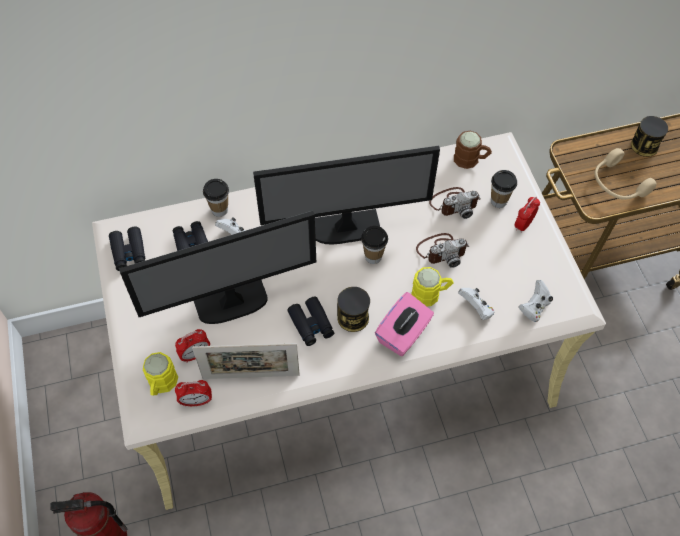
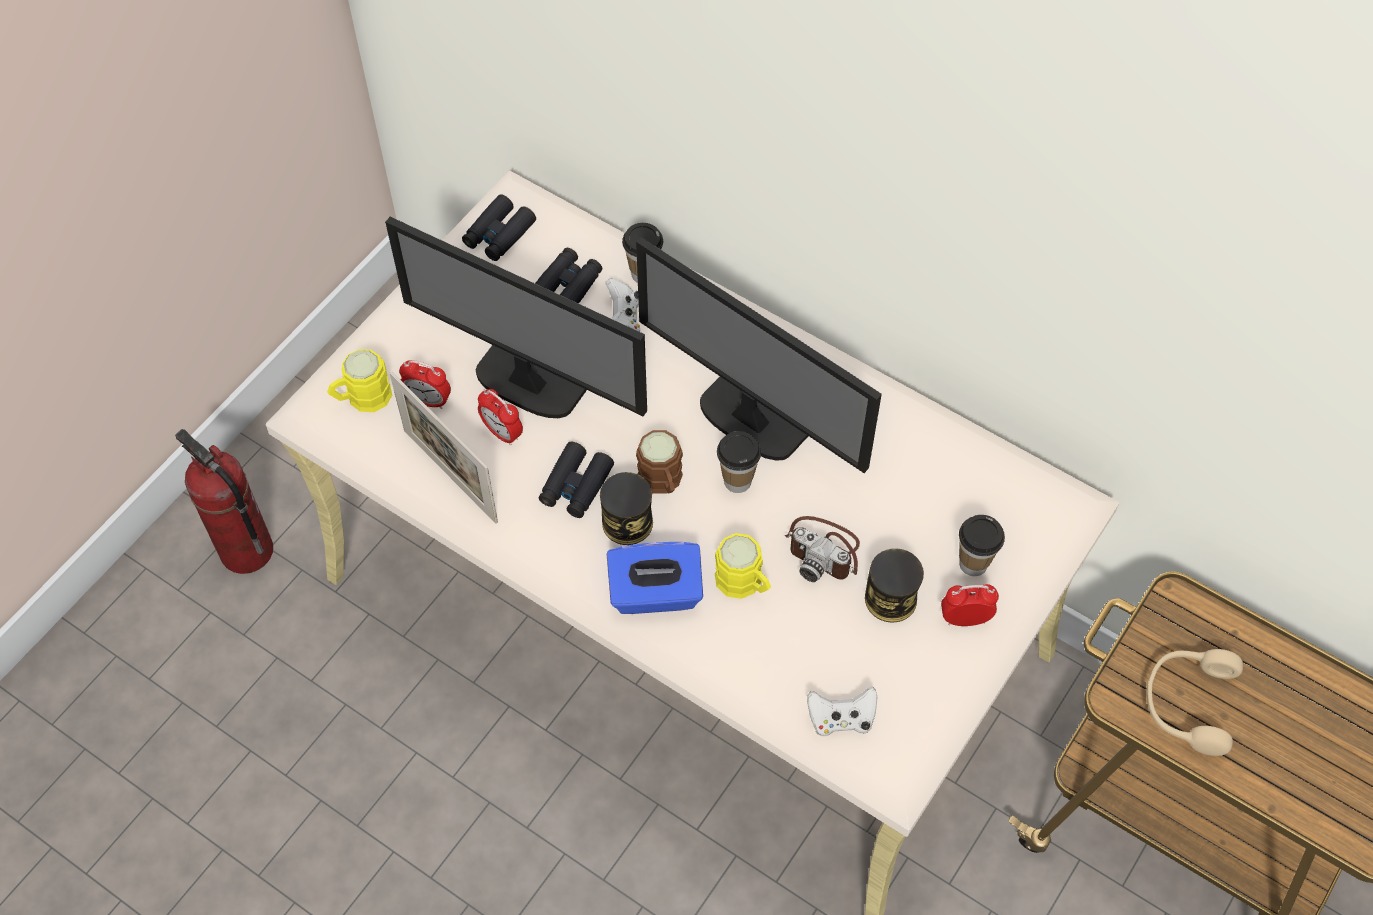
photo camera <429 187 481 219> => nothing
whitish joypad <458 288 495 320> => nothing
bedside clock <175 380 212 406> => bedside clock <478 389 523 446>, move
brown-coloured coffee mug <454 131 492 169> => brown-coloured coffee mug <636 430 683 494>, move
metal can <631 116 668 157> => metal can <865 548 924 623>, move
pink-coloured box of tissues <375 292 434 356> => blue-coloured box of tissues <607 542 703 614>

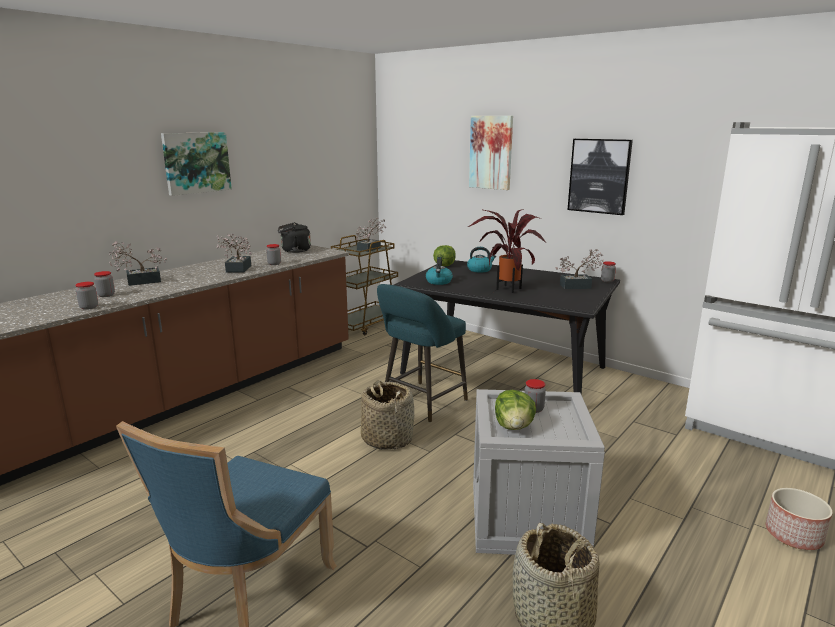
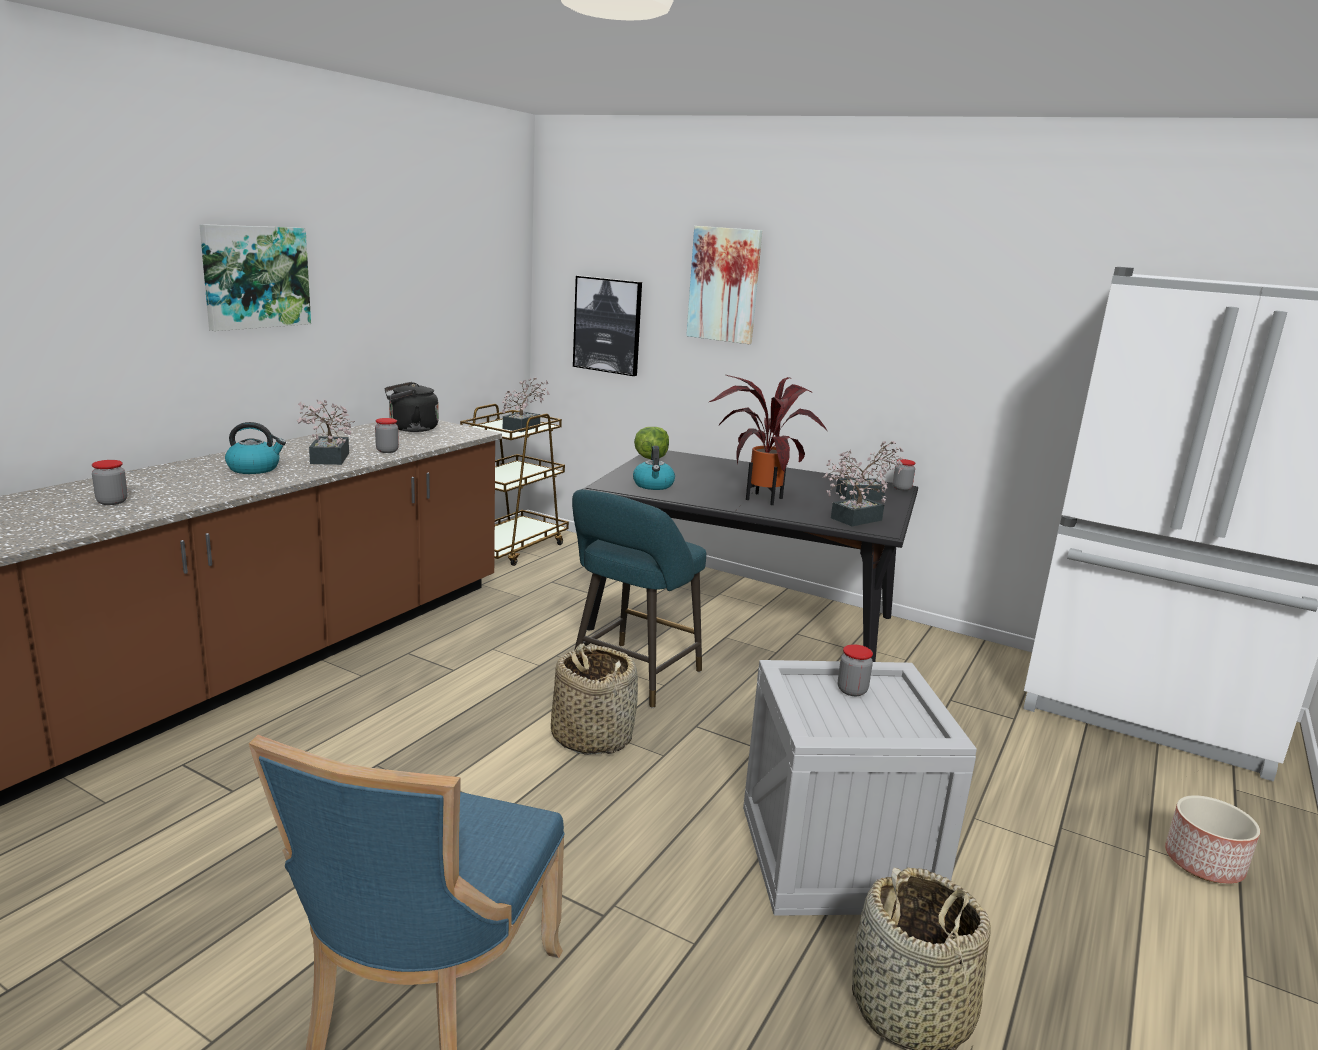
preserve jar <75 282 98 310> => nothing
lettuce head <495 390 536 430> => nothing
potted plant <109 241 167 286> => potted plant <823 459 888 526>, move
tea kettle <467 247 496 273> => tea kettle <225 422 286 474>, move
wall art <568 139 633 215> => wall art <573 276 642 376>, move

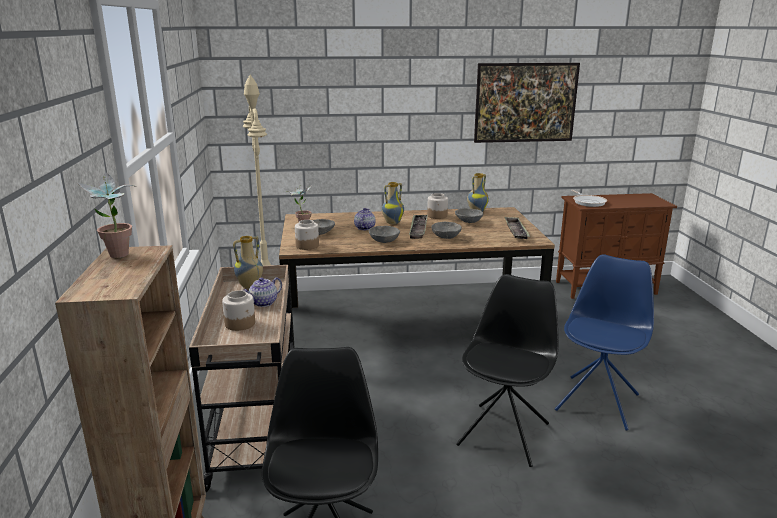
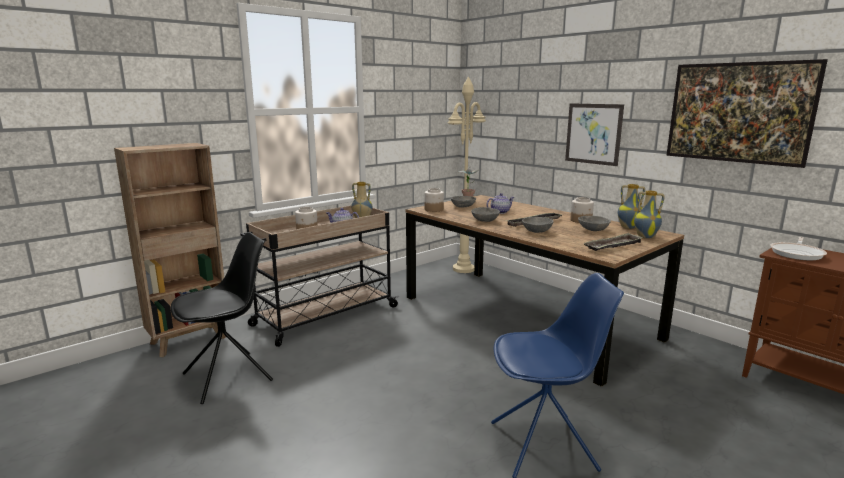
potted plant <77 171 136 258> => nothing
black plain chair <456 274 559 467> => nothing
nothing => wall art <565 103 624 166>
flower vase <382 182 404 224> => flower vase <634 191 665 238>, move

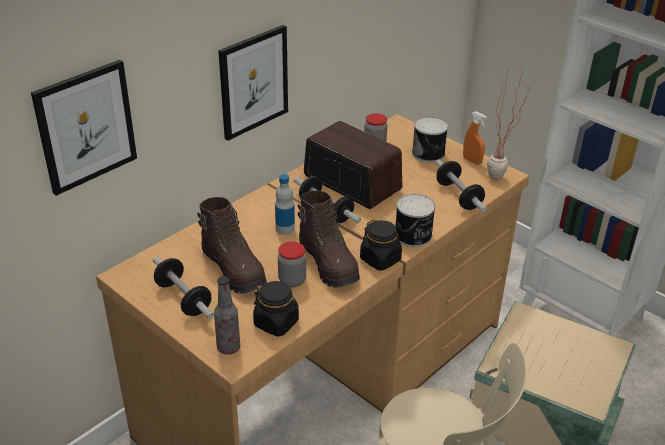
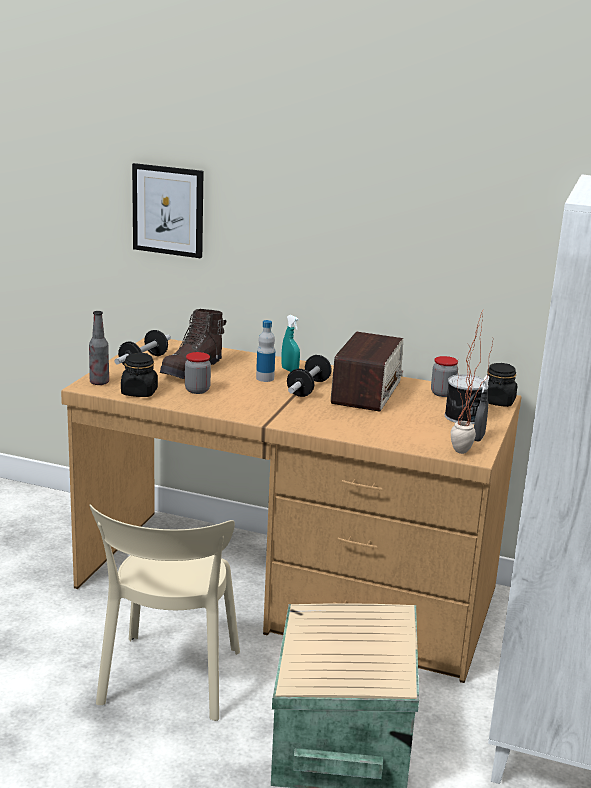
wall art <218 25 288 141> => nothing
brown-coloured boot <298 190 360 288> => nothing
metal can <395 194 435 247> => nothing
hand weight <436 160 487 212> => nothing
nothing => turquoise hand sprayer <281 315 300 372>
black preserve jar <360 220 402 271> => black preserve jar <487 363 517 407>, move
orangey hand sprayer <463 111 487 165> => grey hand sprayer <474 375 490 442>

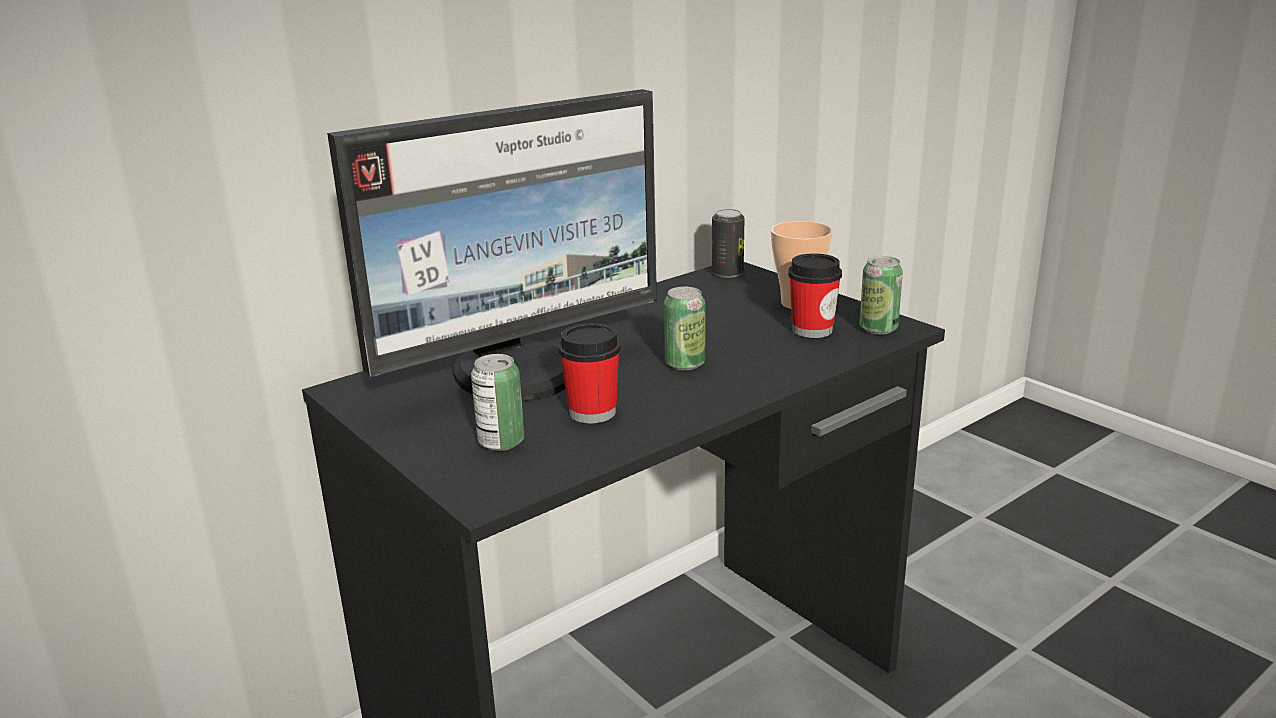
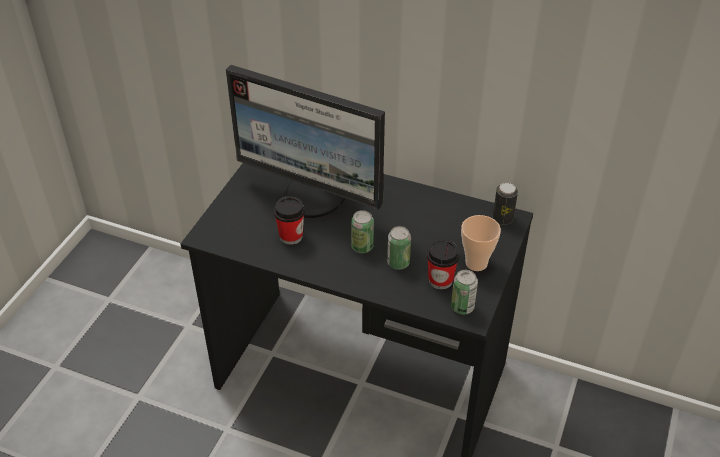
metal can <471 354 525 451> => metal can <387 226 411 270>, move

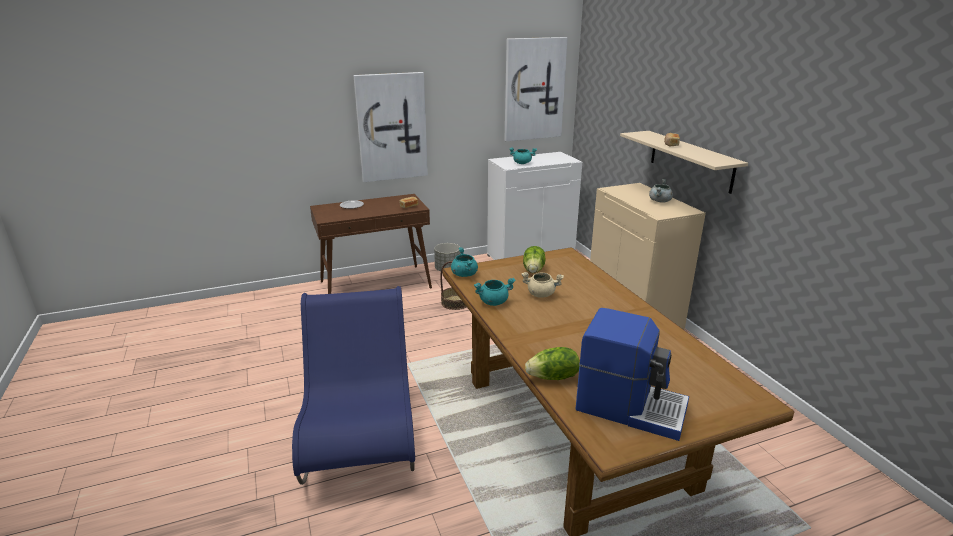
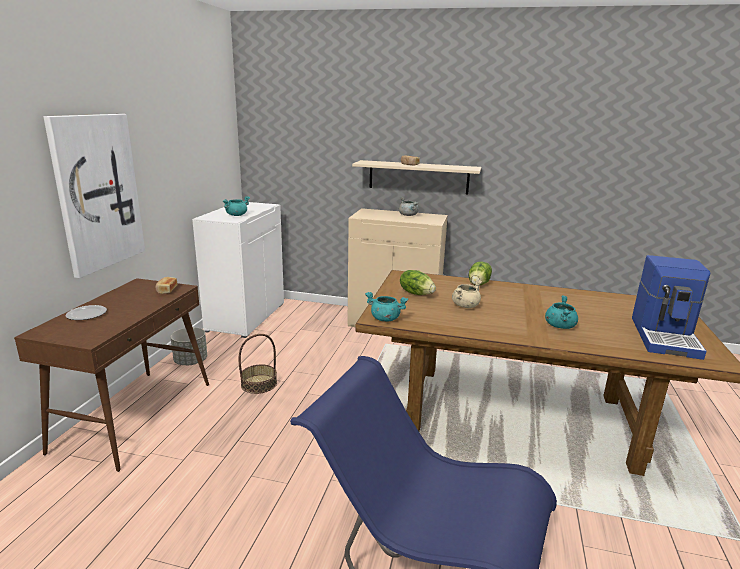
wall art <504 37 568 141> => nothing
turquoise cooking pot <474 278 515 306> => turquoise cooking pot <545 295 578 329>, move
lettuce head <525 347 580 380> => lettuce head <469 262 492 285>, move
coffee machine <576 308 689 441> => coffee machine <632 255 710 360>, 135 degrees clockwise

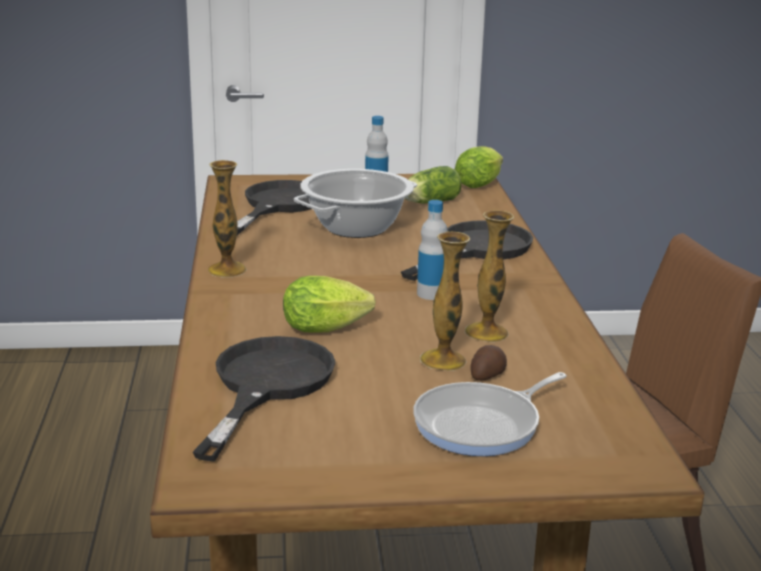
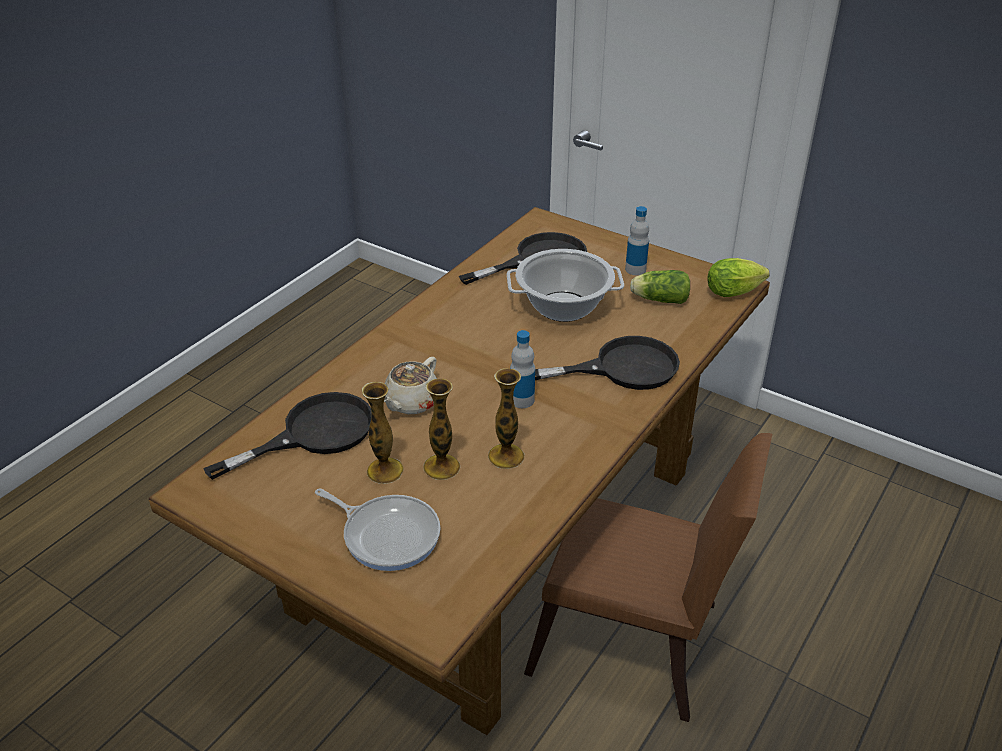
potato <470 345 507 381> => nothing
flower vase <208 160 247 278> => flower vase <362 382 404 484>, move
lettuce head <283 276 376 333> => sand-coloured teapot <384 357 437 414>
frying pan <413 372 567 456> => frying pan <315 489 441 571>, 150 degrees counterclockwise

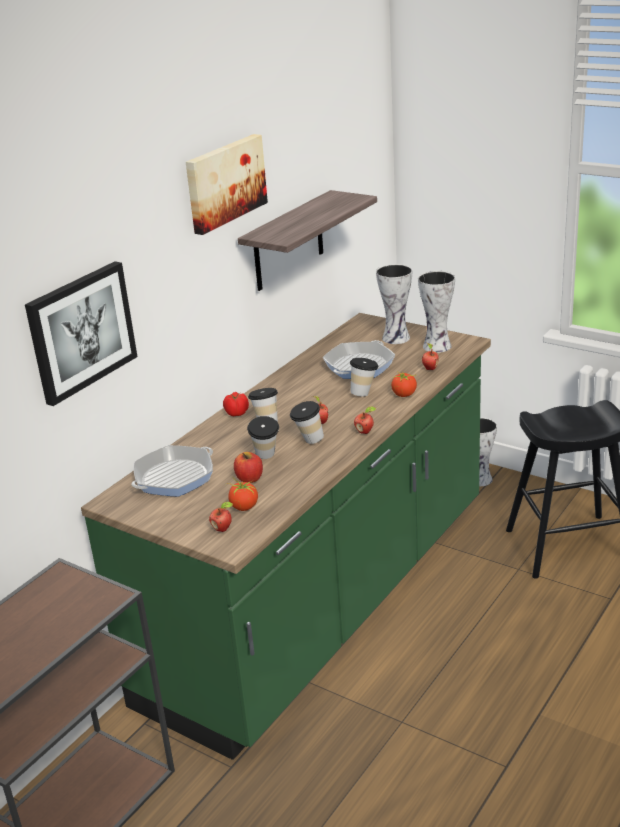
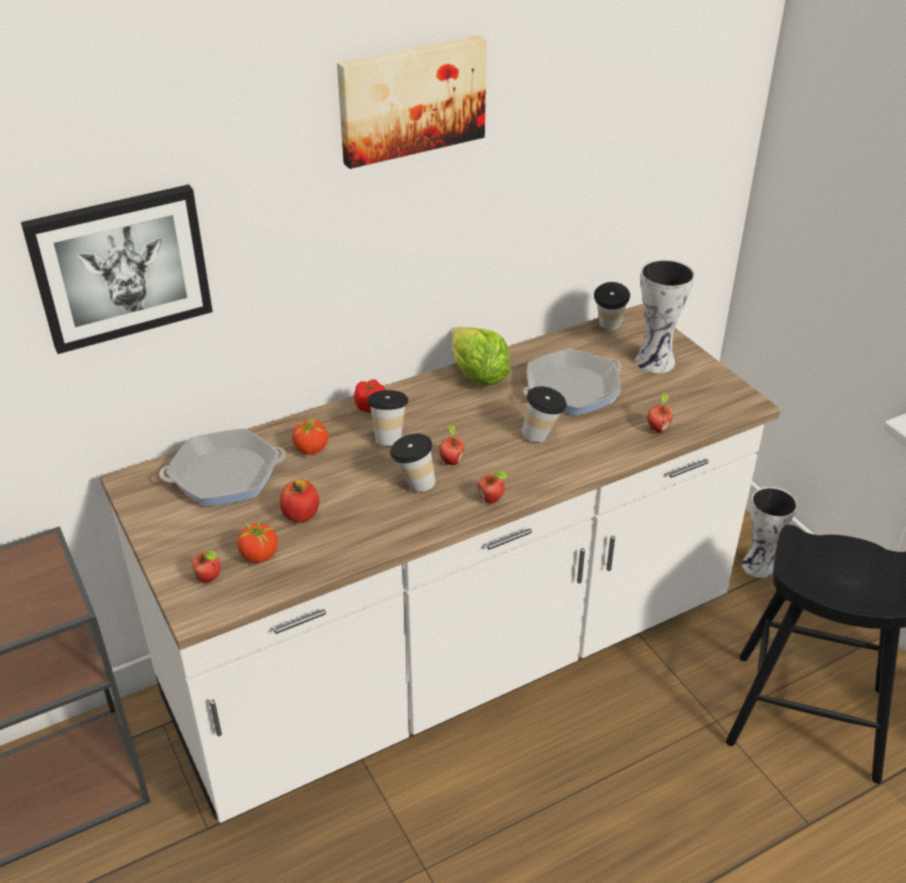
wall shelf <238 190 377 291> => nothing
flower vase <418 271 455 353> => nothing
nothing => lettuce head <452 327 510 386>
small cup <247 416 279 459> => small cup <594 282 630 330>, move
whole tomato <391 371 417 397> => whole tomato <292 415 328 455>, move
green kitchen base unit <81 313 491 760> => whitish kitchen base unit <100 304 781 823>

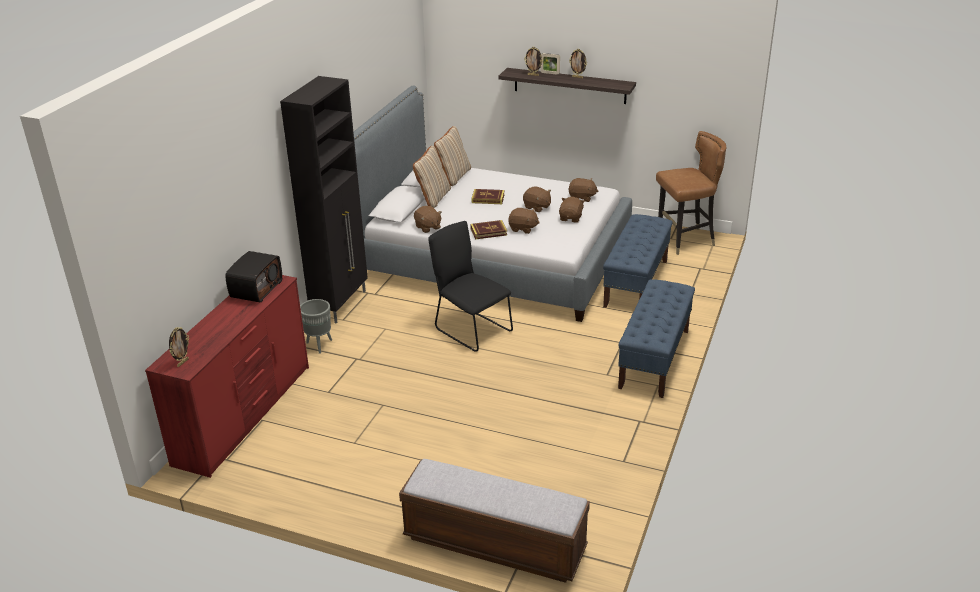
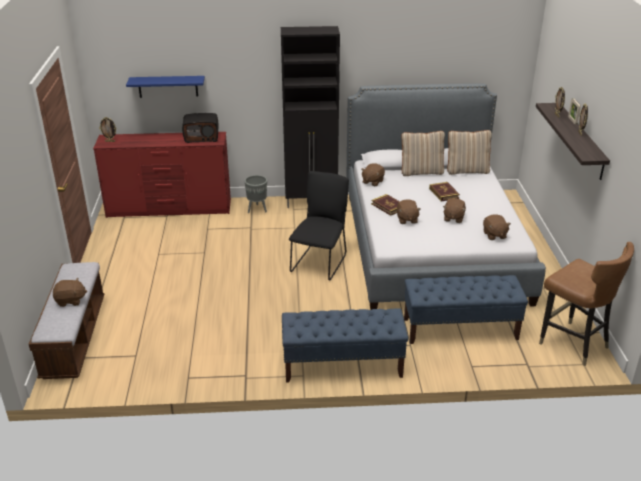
nothing => blue-coloured wall shelf <126 76 205 98>
brown-coloured cuddly toy <559 197 585 223> => brown-coloured cuddly toy <53 278 87 307>, move

